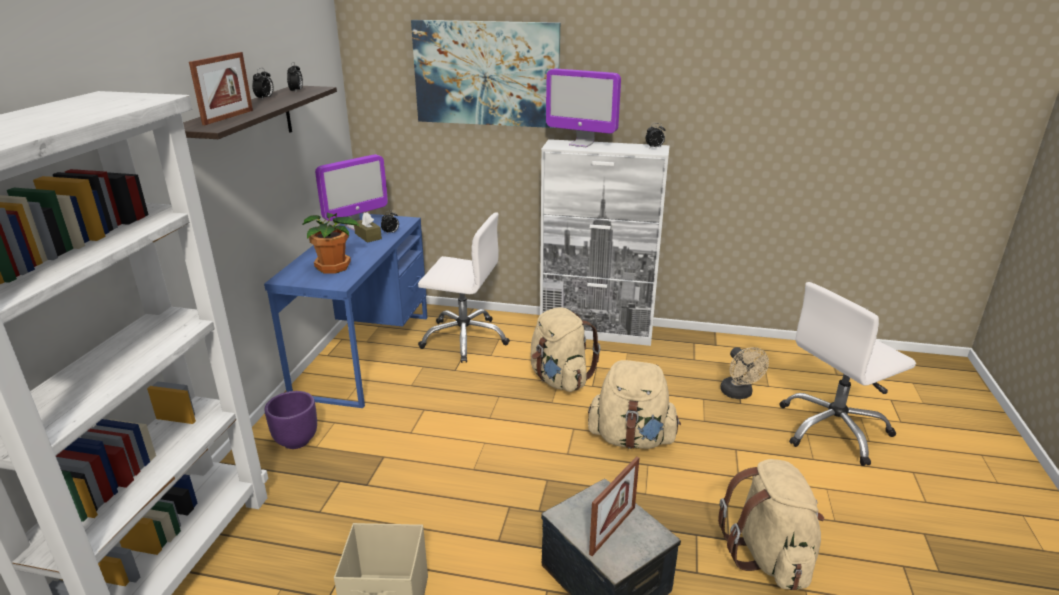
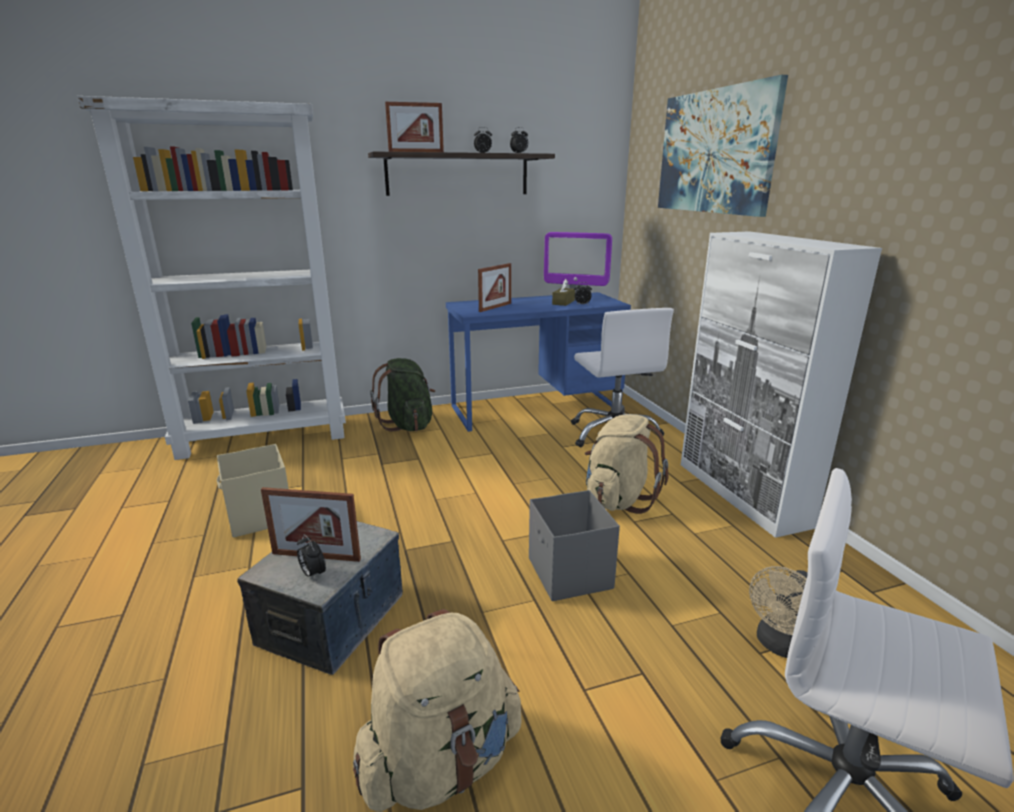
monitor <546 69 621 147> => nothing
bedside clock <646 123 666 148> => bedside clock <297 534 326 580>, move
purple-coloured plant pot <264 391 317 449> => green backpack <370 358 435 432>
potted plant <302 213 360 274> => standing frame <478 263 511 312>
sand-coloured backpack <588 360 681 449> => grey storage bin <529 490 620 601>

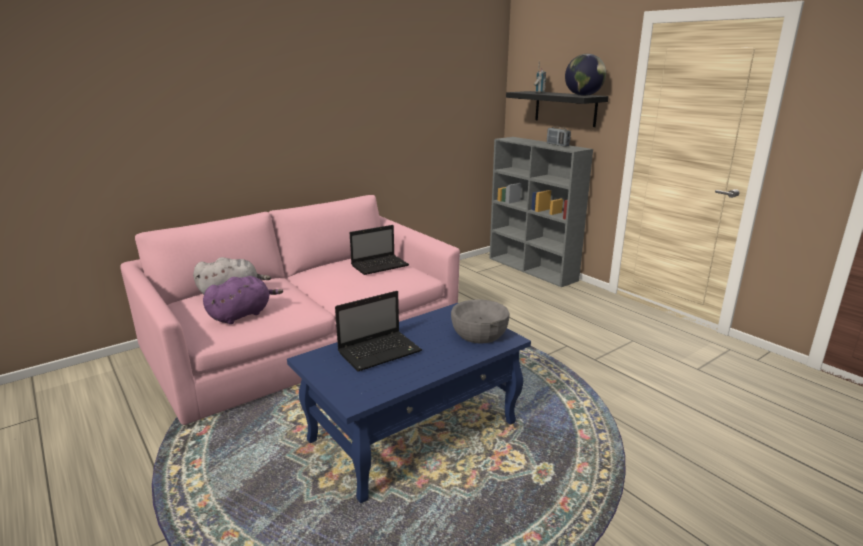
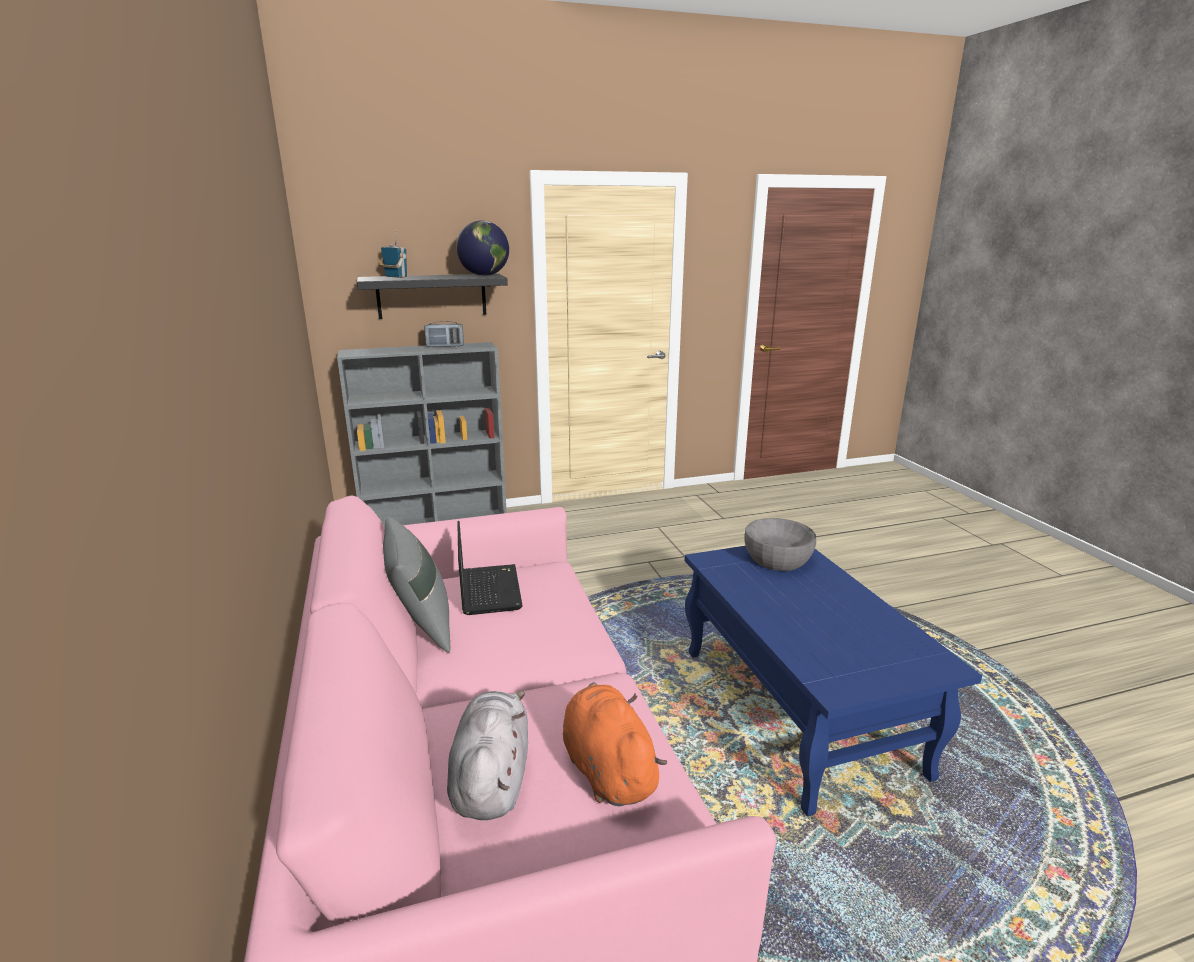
portable computer <335 291 422 371> => nothing
nothing => grey throw pillow <383 517 450 653>
purple-coloured cuddly toy <203 276 283 324> => orangey cuddly toy <563 682 667 806>

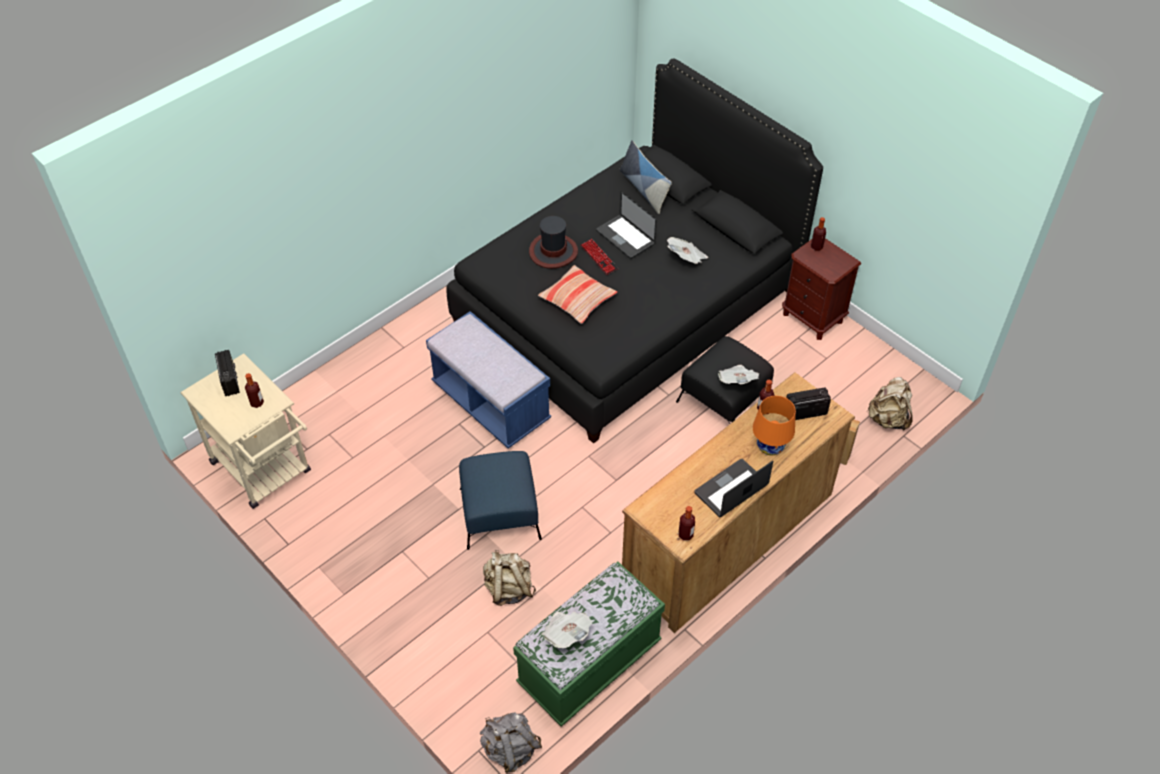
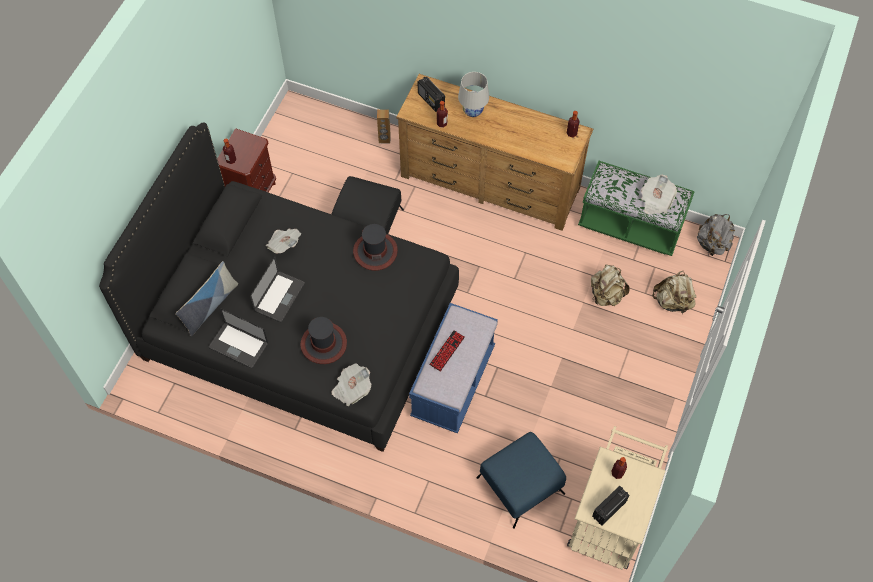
throw pillow <538 265 617 324> => nothing
nothing => hat <353 224 398 271>
blue-coloured footrest <459 451 542 550> => blue-coloured footrest <476 432 566 529>, move
keyboard <580 239 618 275> => keyboard <429 330 465 372>, move
portable computer <694 459 773 517> => portable computer <209 308 268 368>, move
newspaper <718 365 759 384> => newspaper <332 363 371 406>, move
sand-coloured backpack <868 377 913 431> => sand-coloured backpack <652 271 697 315>, move
orangey lamp for a table <753 396 796 456> => whitish lamp for a table <458 72 489 117>

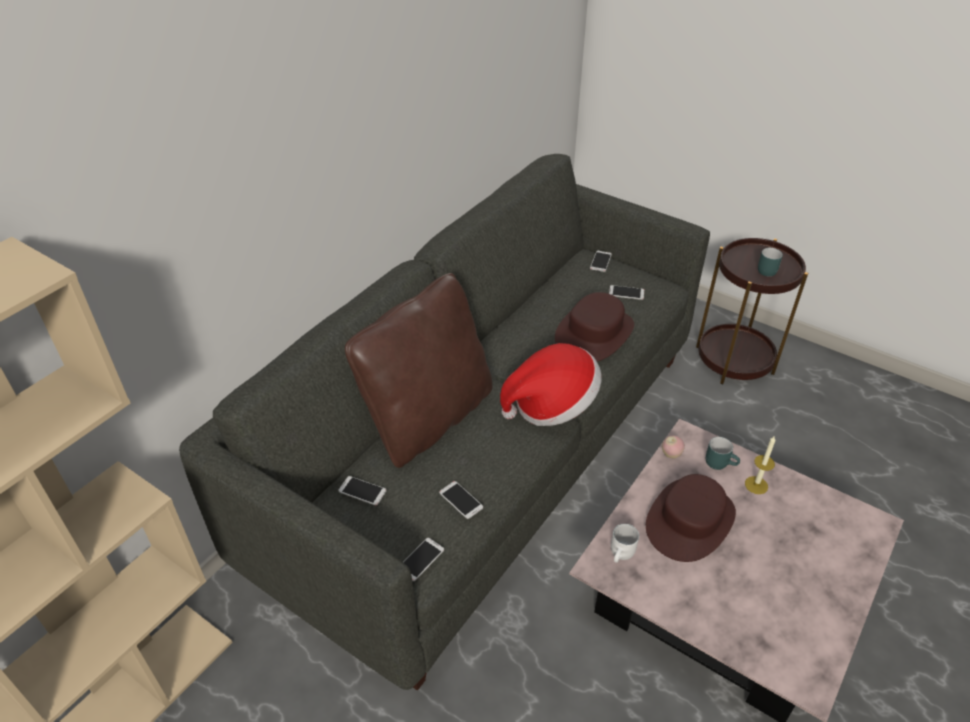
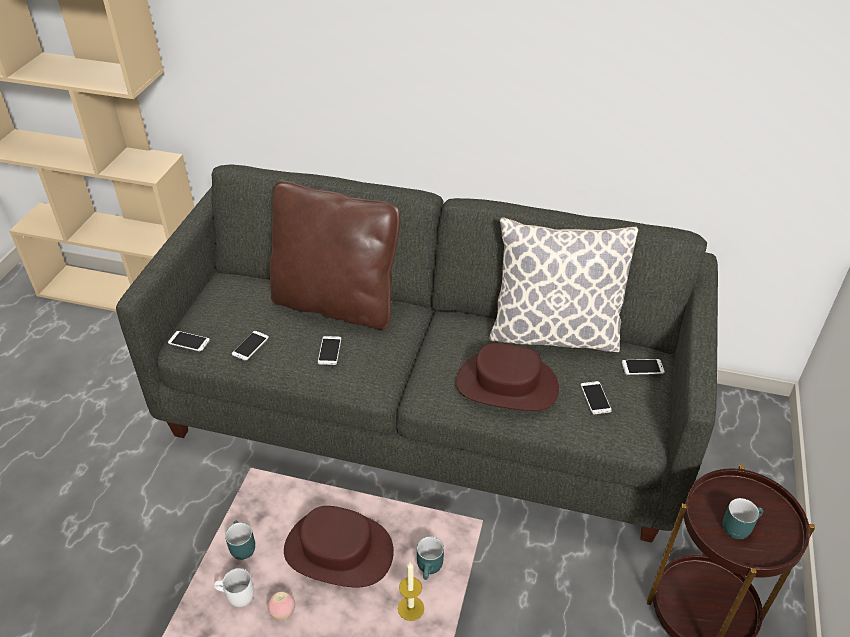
hat <500 343 602 426> => nothing
nothing => turquoise coffee mug <225 521 255 560>
nothing => throw pillow <489 217 638 352>
handset <338 476 386 505> => handset <318 336 341 365>, move
whitish coffee mug <611 524 639 563> => whitish coffee mug <214 568 254 607>, move
whole apple <662 435 685 458> => whole apple <268 592 295 620>, move

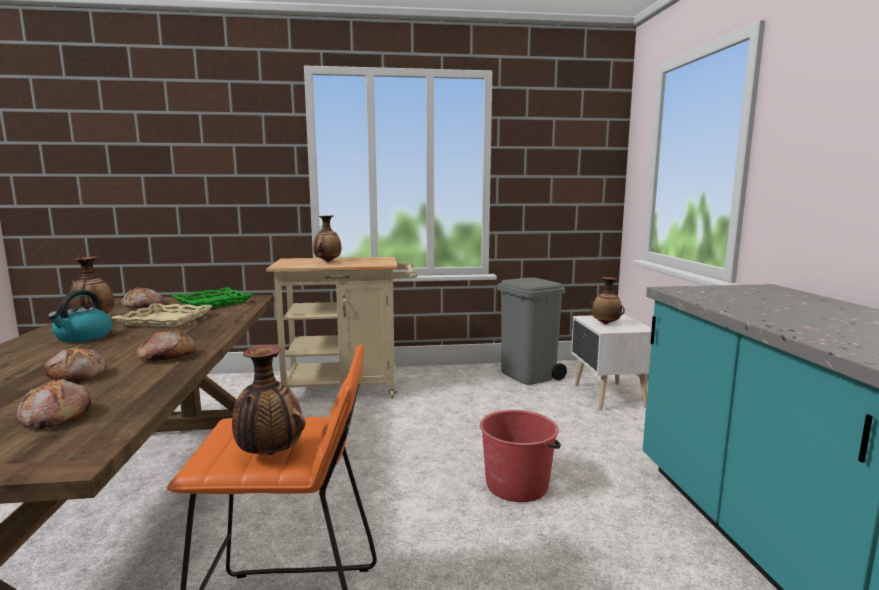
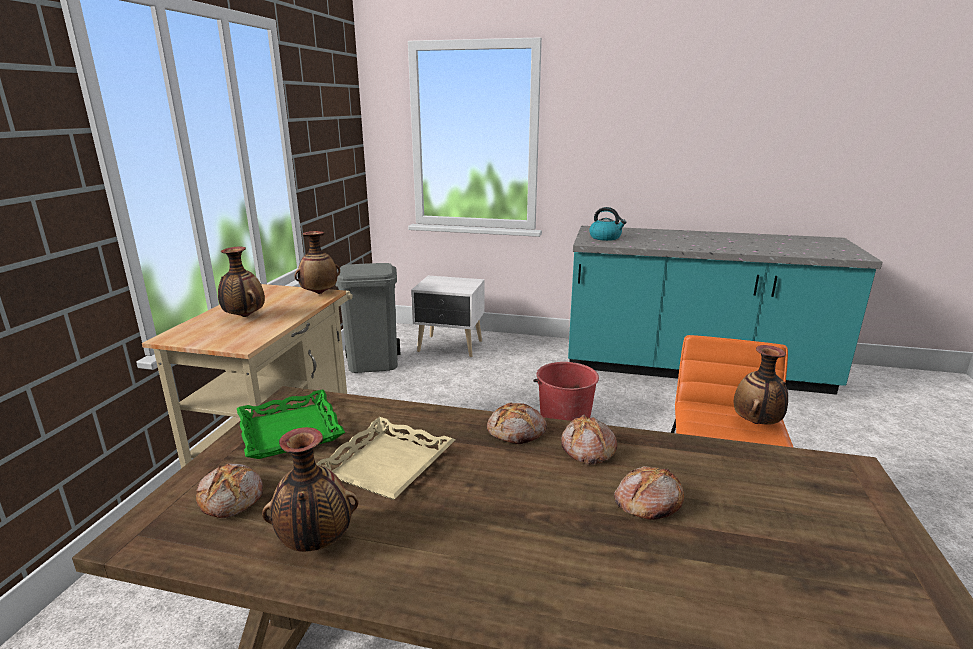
bread <17 378 91 429> => bread <487 402 547 445>, move
tea kettle <47 290 112 342> => tea kettle <589 207 626 241>, move
flower vase <589 277 625 324> => flower vase <294 231 340 294>, move

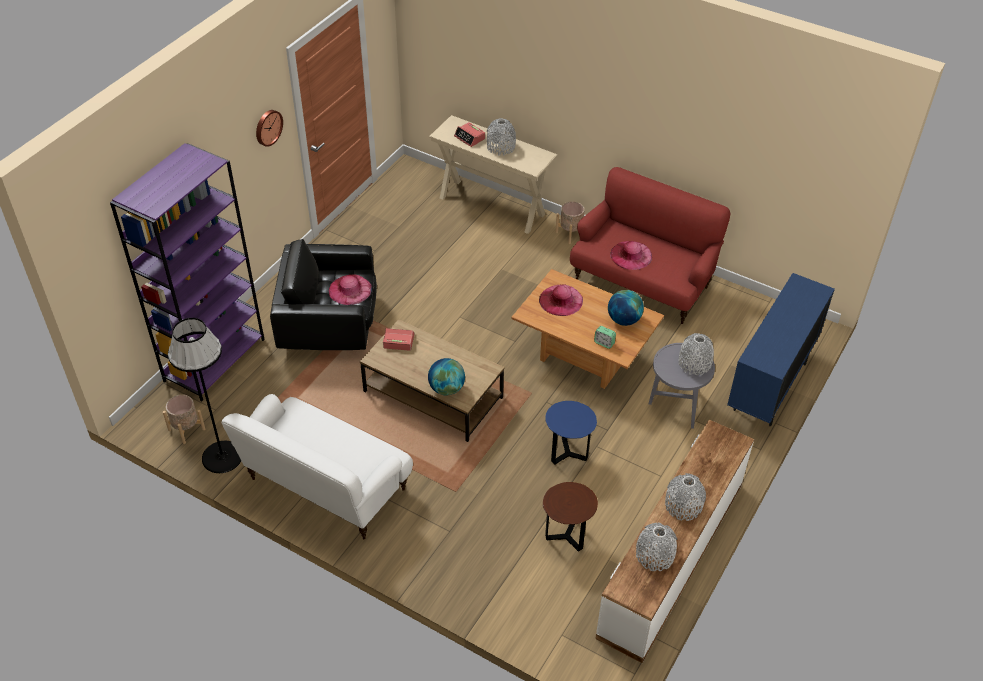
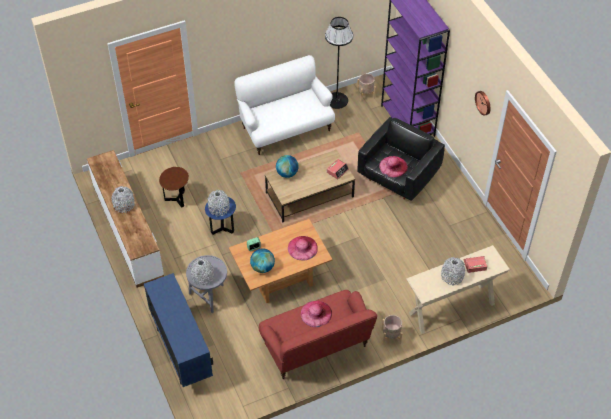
grey flower vase <636 523 678 571> => grey flower vase <208 190 230 216>, move

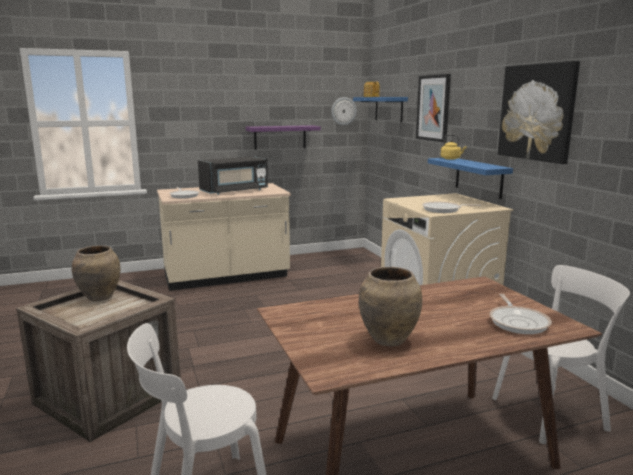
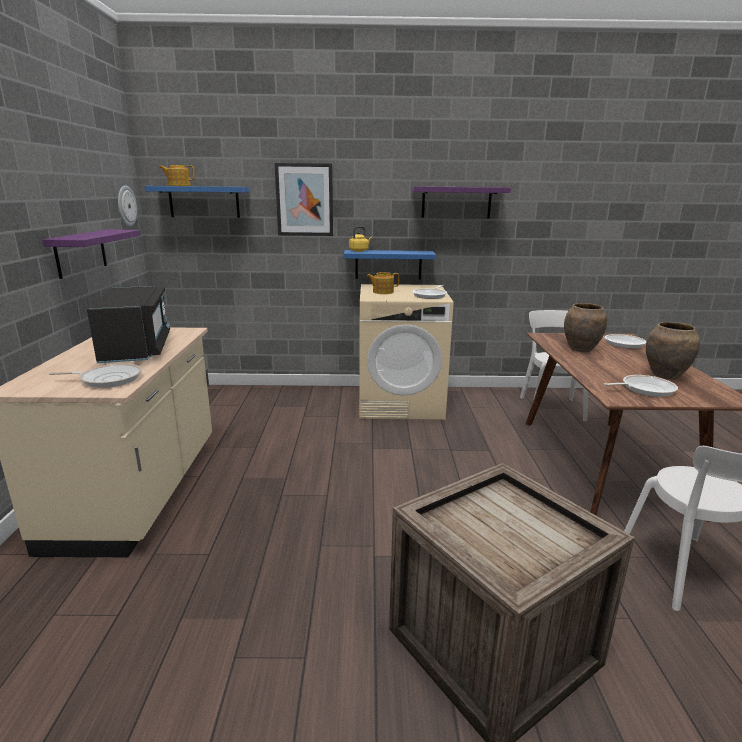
nothing => teapot <367 272 399 294>
nothing => frying pan <604 375 678 397>
brown-coloured flower vase <72 245 120 302> => brown-coloured flower vase <564 303 607 352>, move
wall art <498 61 580 164> => purple-coloured wall shelf <412 186 511 218>

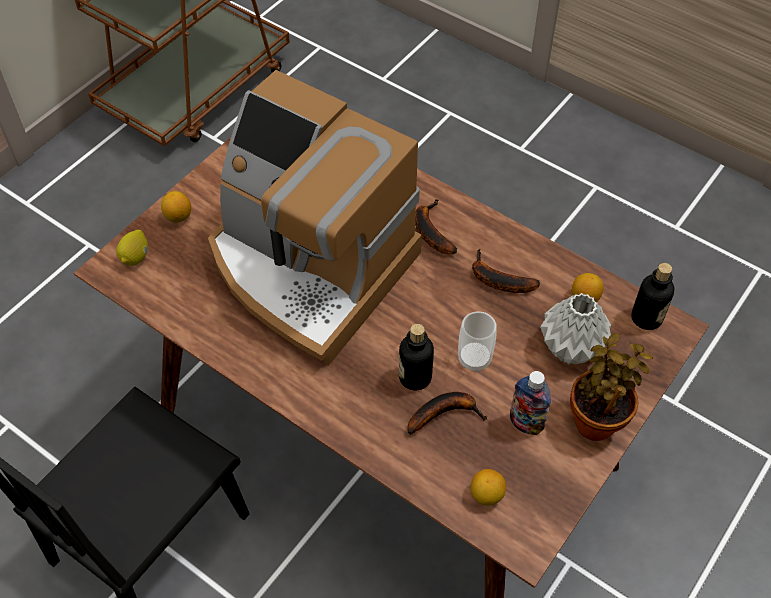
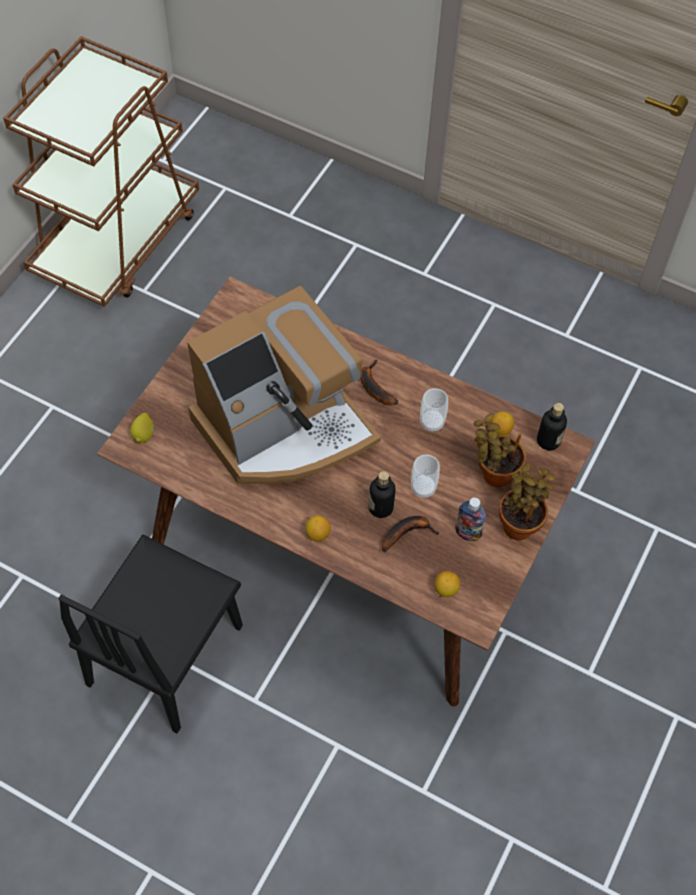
whole lemon <161 191 191 223> => whole lemon <305 515 331 542>, move
banana <472 249 540 293> => small cup <420 388 448 432>
grey flower vase <540 293 611 364> => potted plant <474 414 526 487>
coffee machine <208 70 422 366> => coffee machine <187 286 381 484>, 60 degrees counterclockwise

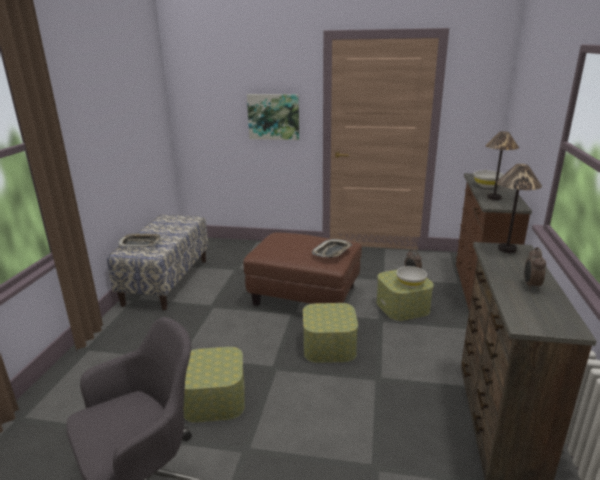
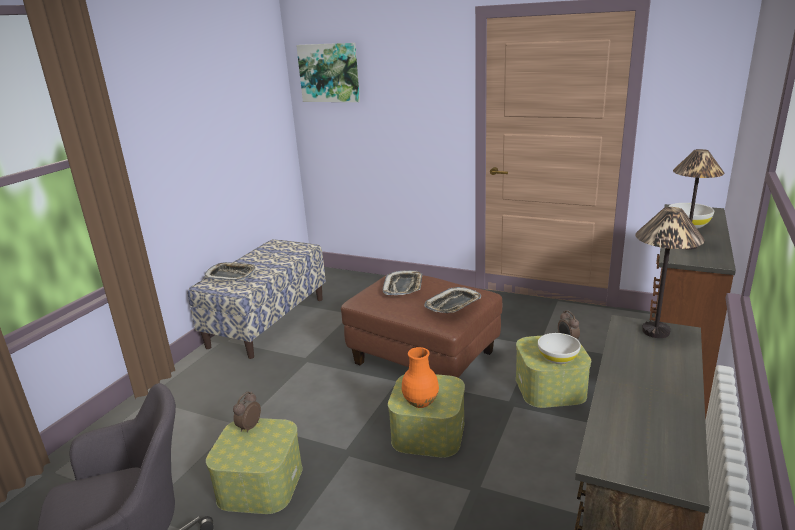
nothing => tray <383 270 423 295>
nothing => orangey flower vase <402 347 439 408>
wall art <247 94 299 140> => wall art <296 43 360 102>, move
bedside clock <524 247 546 289> => bedside clock <233 391 261 433>, move

